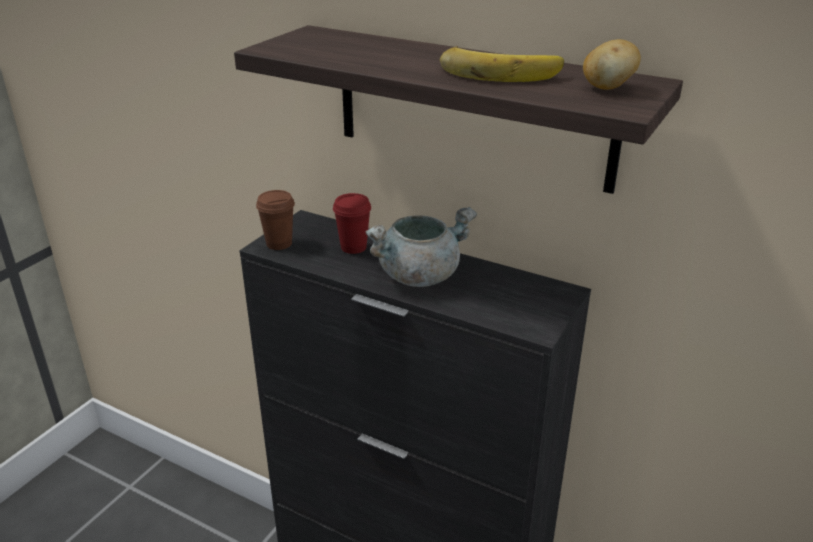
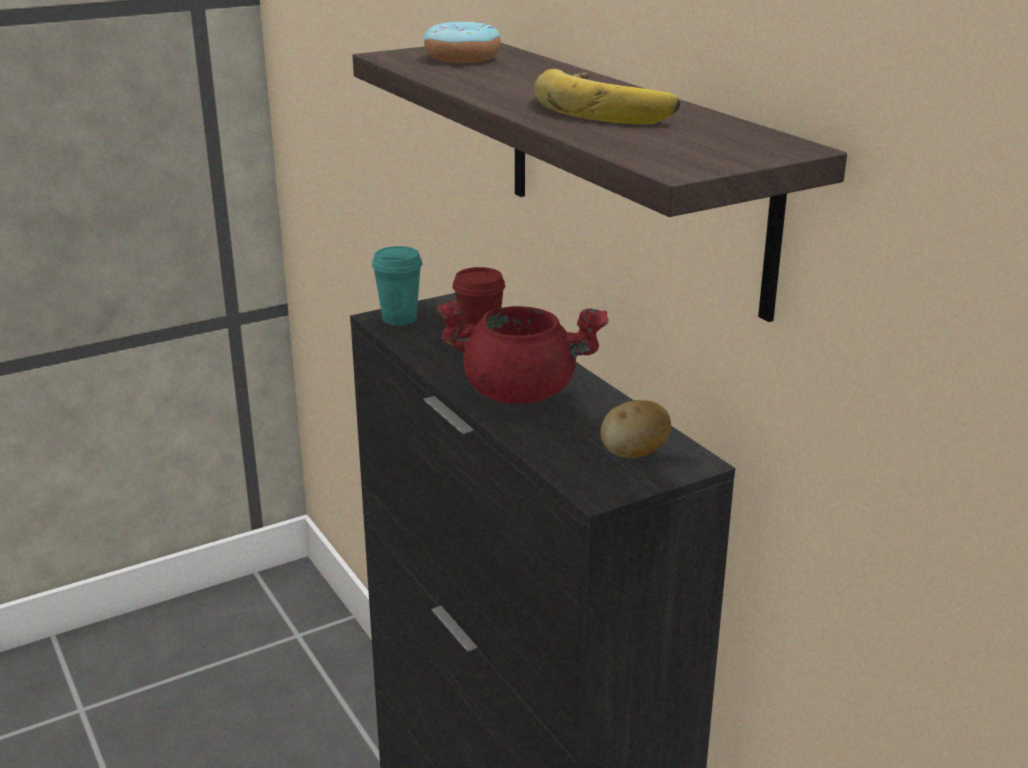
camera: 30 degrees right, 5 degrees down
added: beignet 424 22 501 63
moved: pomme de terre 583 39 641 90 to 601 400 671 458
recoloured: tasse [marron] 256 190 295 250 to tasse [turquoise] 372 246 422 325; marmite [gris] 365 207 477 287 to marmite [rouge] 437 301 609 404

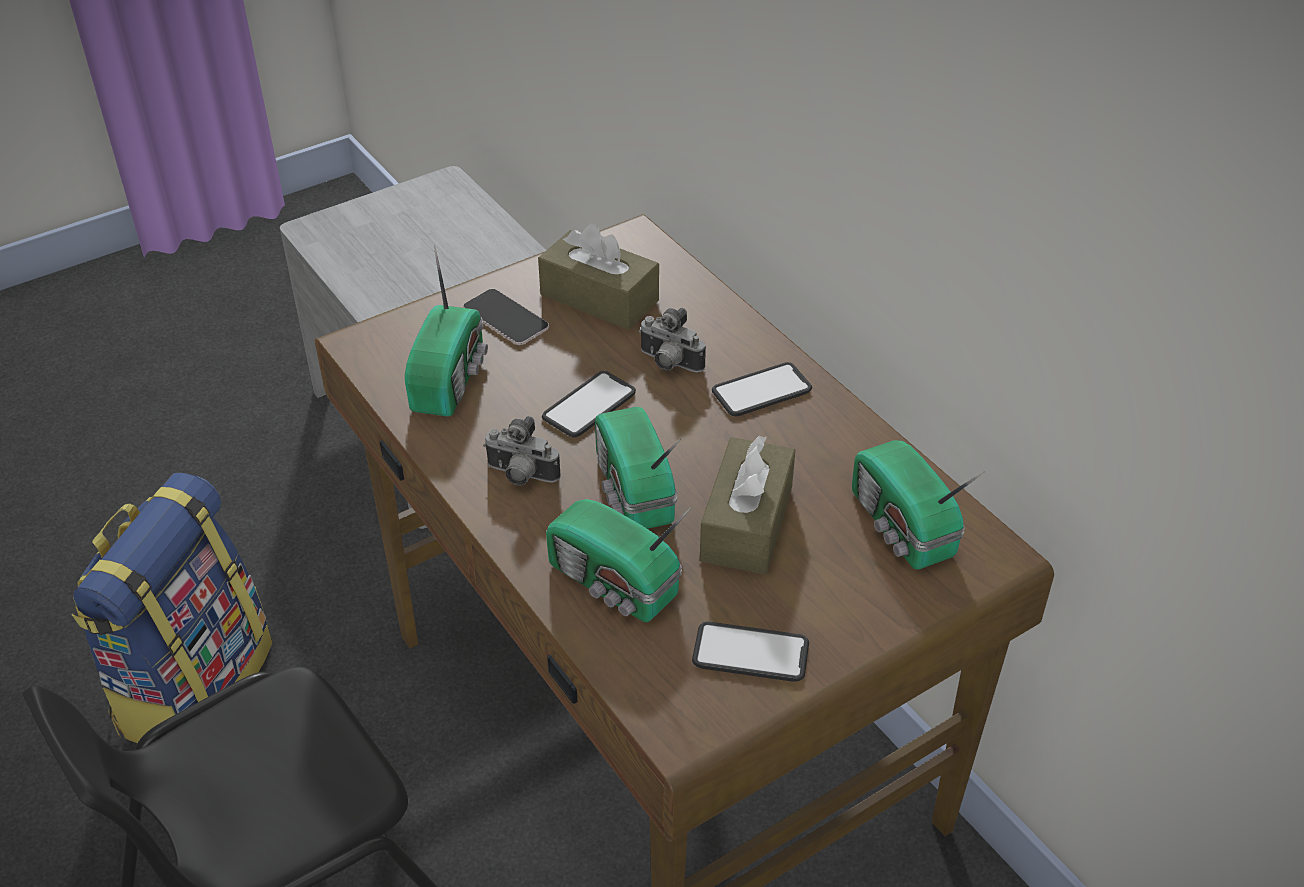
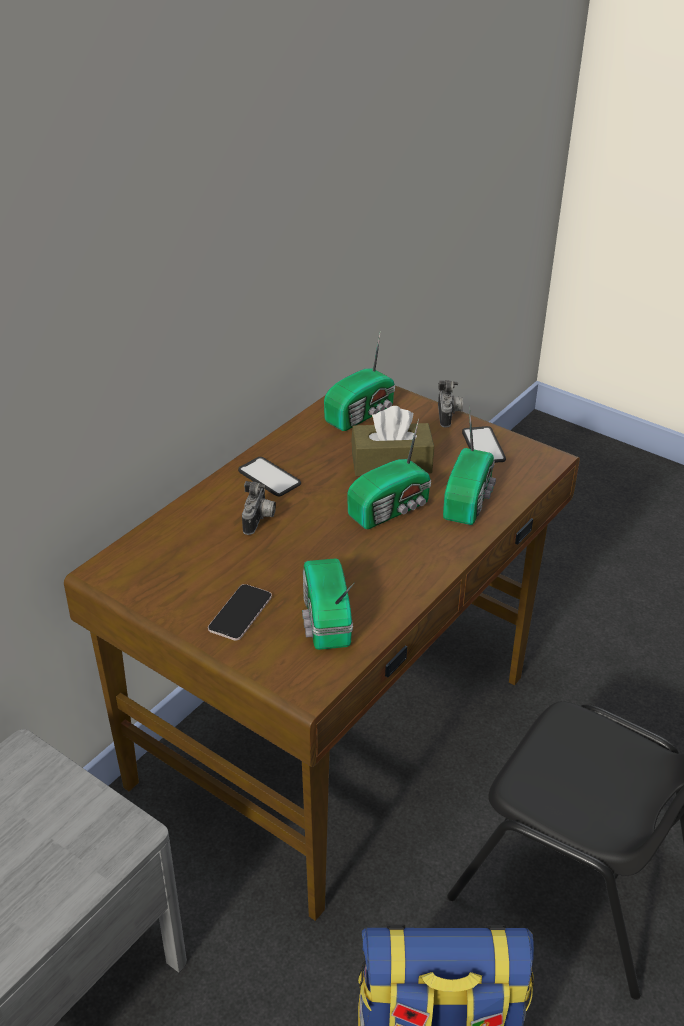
camera: 110 degrees left, 5 degrees down
removed: boîte à mouchoirs [marron] 538 224 659 330; téléphone 542 371 636 437
moved: appareil photo 483 416 561 485 to 438 380 463 428
turned: radio 405 245 488 417 = 302 559 354 650 90 degrees counterclockwise

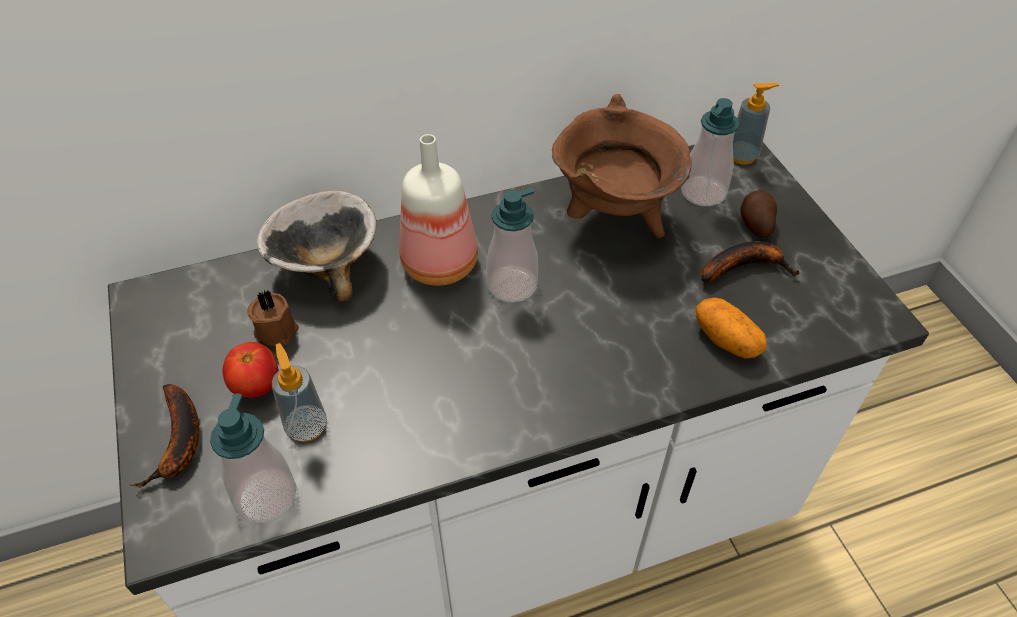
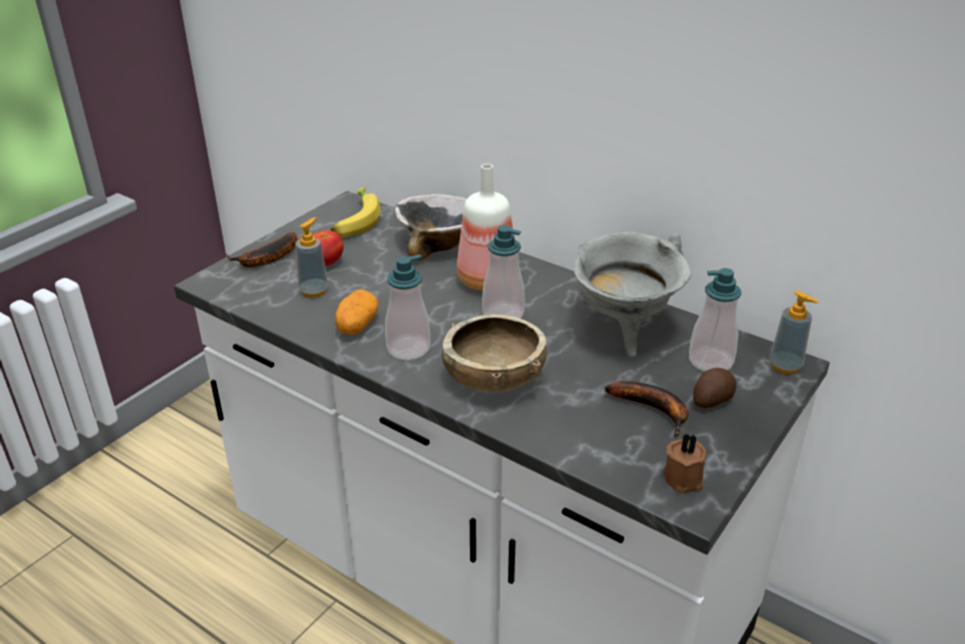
camera: 55 degrees right, 15 degrees down
added: banane 330 187 381 238; bol [marron] 442 313 547 392
moved: distributeur de savon 210 393 296 524 to 385 254 431 360; bougie [marron] 247 290 299 346 to 663 434 706 493; pomme de terre 696 298 767 359 to 335 289 379 335
recoloured: marmite [marron] 552 94 692 238 to marmite [gris] 574 232 691 358

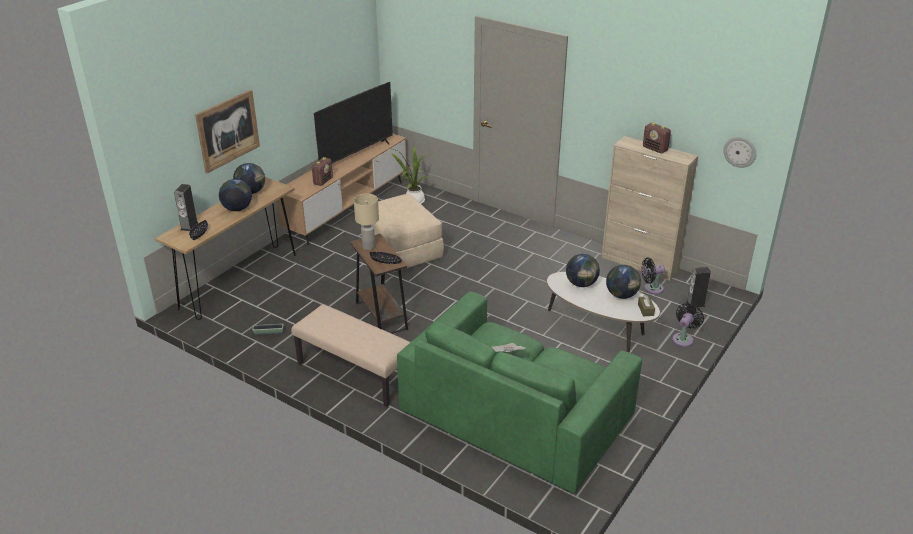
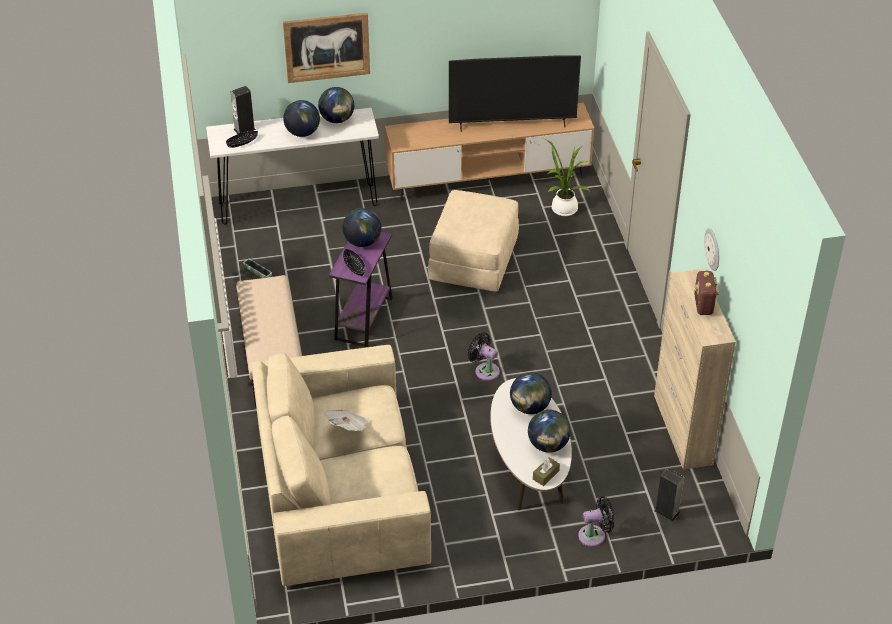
camera: 45 degrees right, 10 degrees up
removed: radio 312 157 333 186
moved: ventilateur [noir] 642 258 665 294 to 468 332 500 381; horloge murale 723 137 756 168 to 704 228 719 271
replaced: lampe de table [beige] 354 193 379 250 to globe 342 208 381 247
recoloured: table console [marron] 155 177 296 320 to table console [blanc] 206 108 379 225; table d'appoint [marron] 350 234 408 334 to table d'appoint [violet] 329 232 392 347; canapé [vert] 397 292 642 493 to canapé [beige] 251 345 431 586

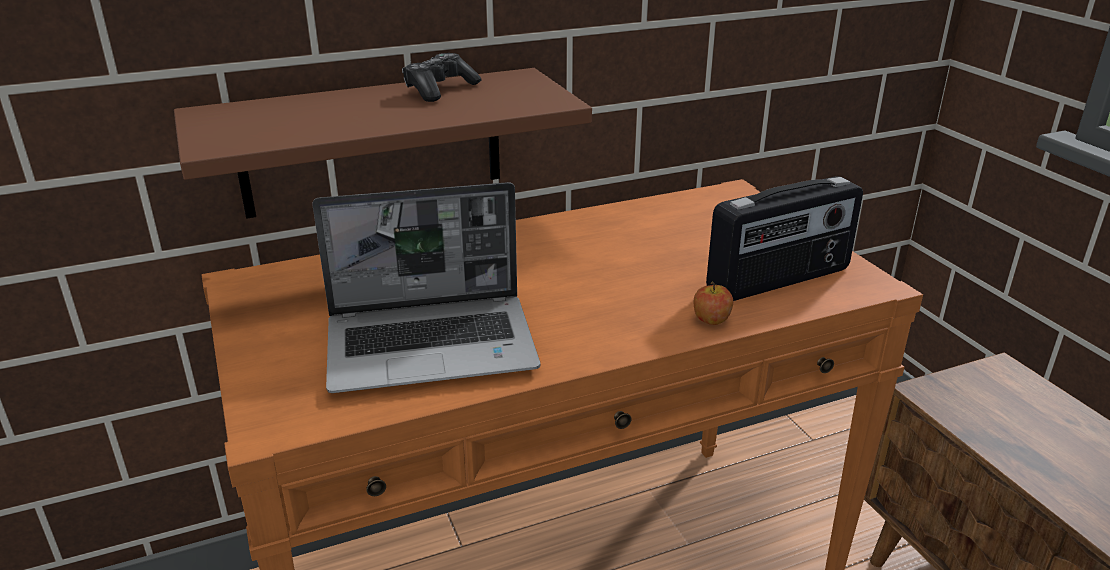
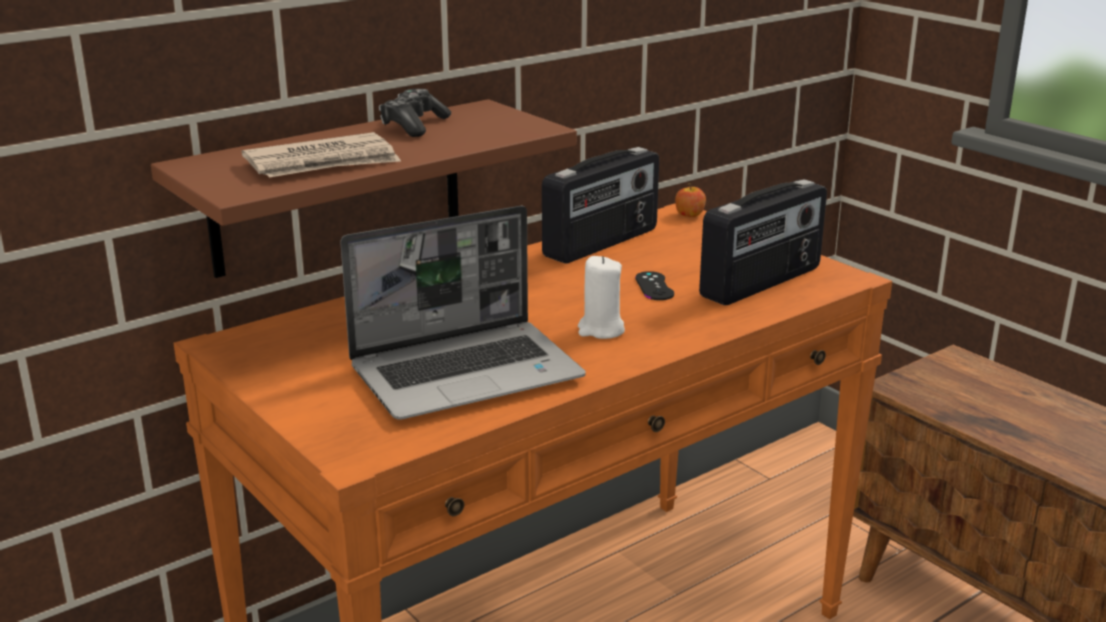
camera: 15 degrees left, 5 degrees down
added: journal 241 132 401 178; radio 542 147 659 263; bougie [blanc] 578 256 625 339; manette [noir] 635 271 674 300
moved: pomme 694 282 733 325 to 675 183 706 217

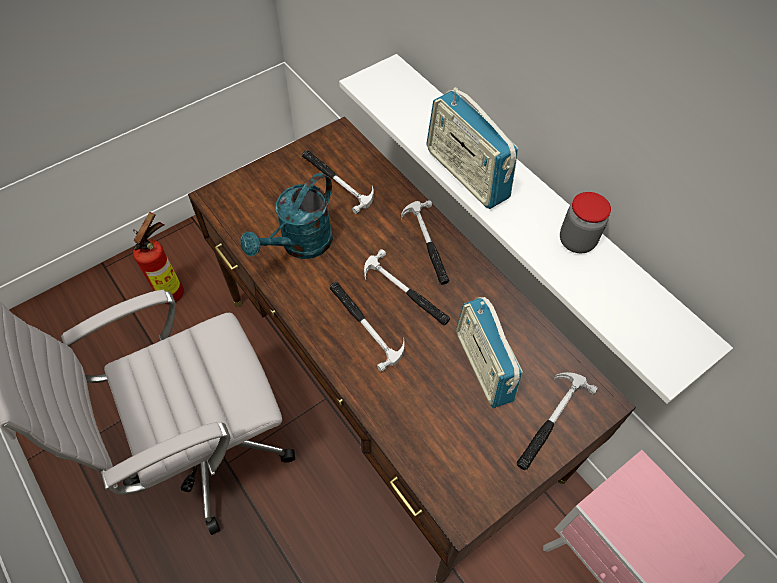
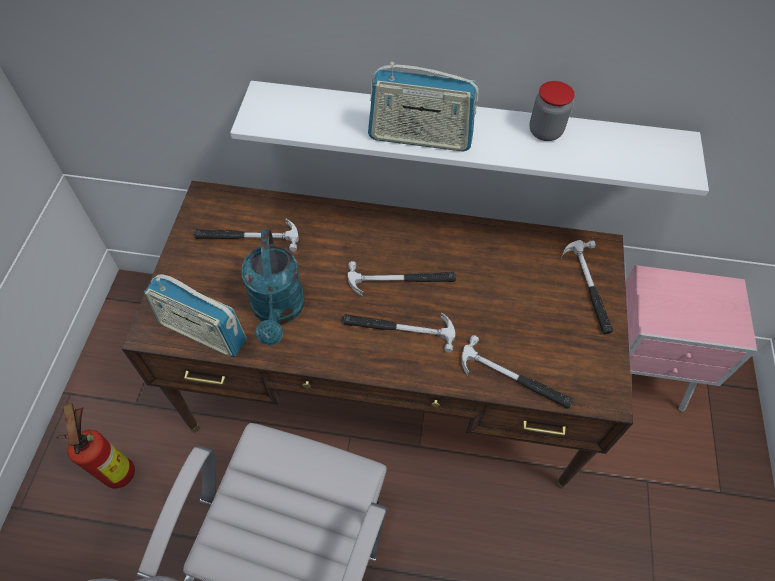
camera: 45 degrees left, 0 degrees up
moved: marteau 401 200 449 285 to 461 335 573 409; radio 456 297 523 408 to 144 274 247 357

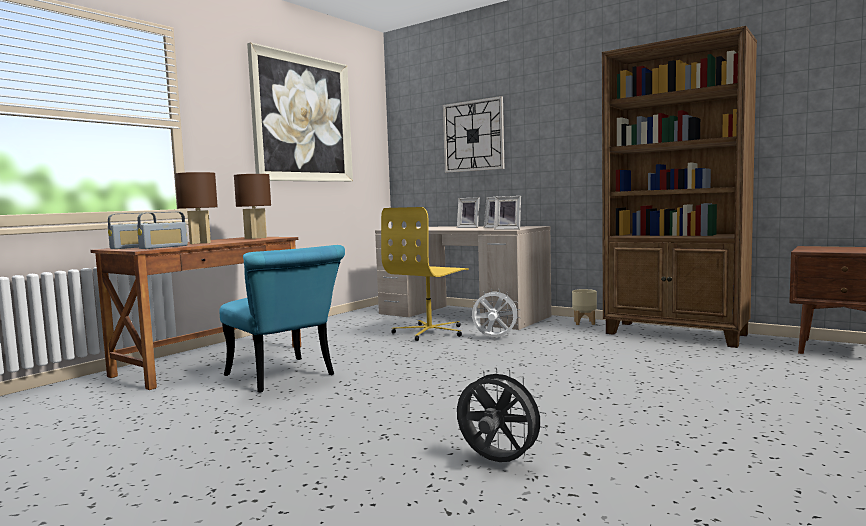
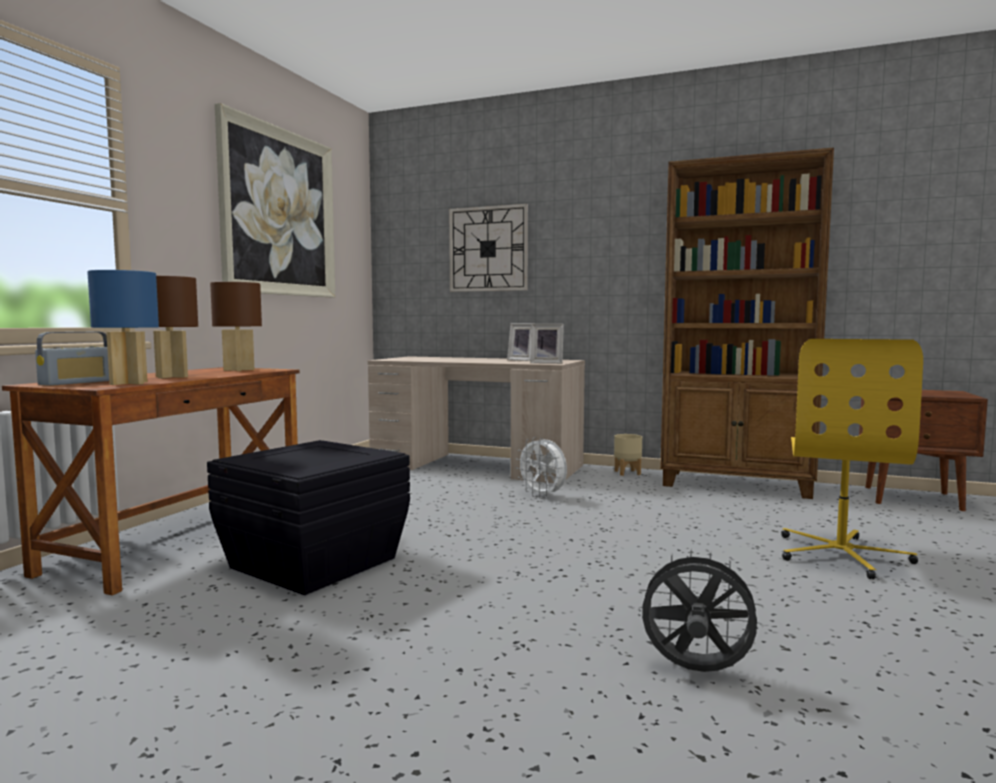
camera: 15 degrees left, 0 degrees up
removed: cadre photo 457 197 480 228
moved: chaise de bureau [jaune] 381 207 469 341 to 781 339 923 579
replaced: radio 137 212 188 249 to lampe de table [bleu] 87 270 159 385; chaise [turquoise] 219 245 345 393 to boîte de rangement [noir] 207 440 410 595
turned: ventilateur [blanc] 471 289 521 338 = 516 437 567 499 135 degrees counterclockwise

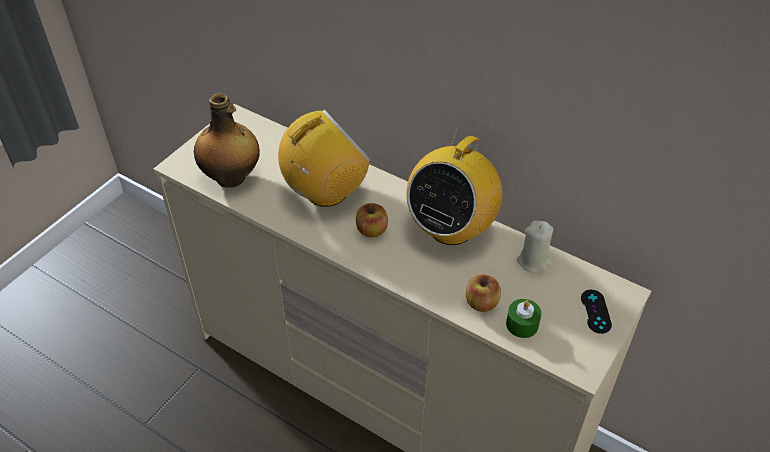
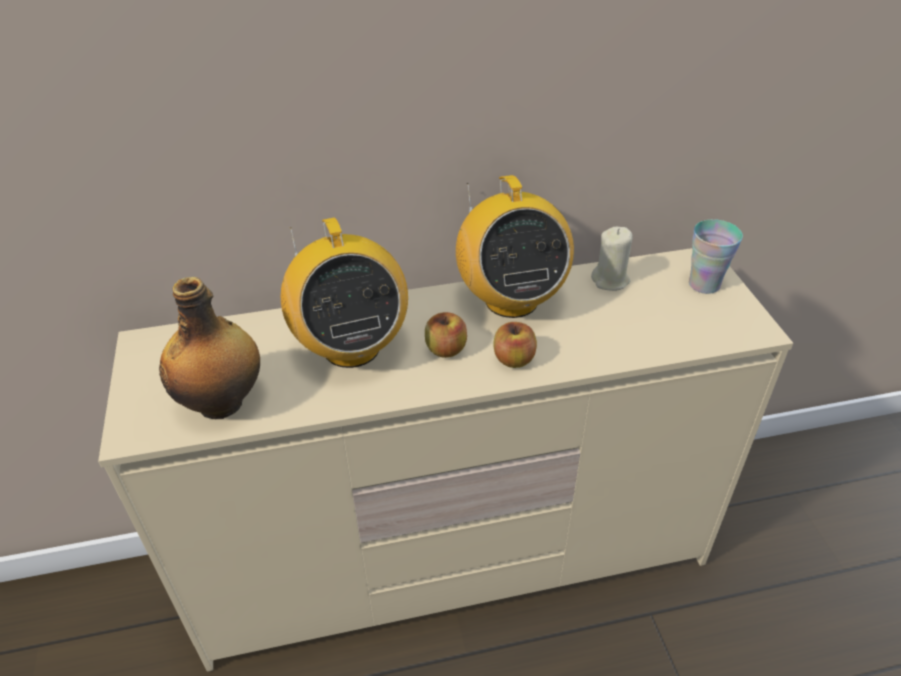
camera: 45 degrees left, 5 degrees down
removed: bougie [vert] 506 299 542 338
moved: pomme 466 274 501 312 to 493 322 537 368
replaced: manette [noir] 581 290 612 334 to tasse 689 219 743 294
turned: radio 278 110 370 207 = 281 218 408 368 150 degrees clockwise

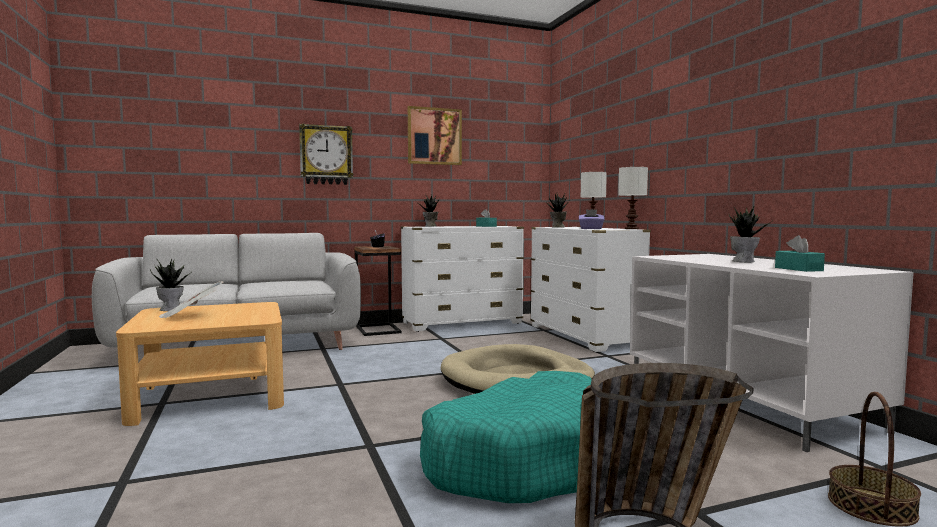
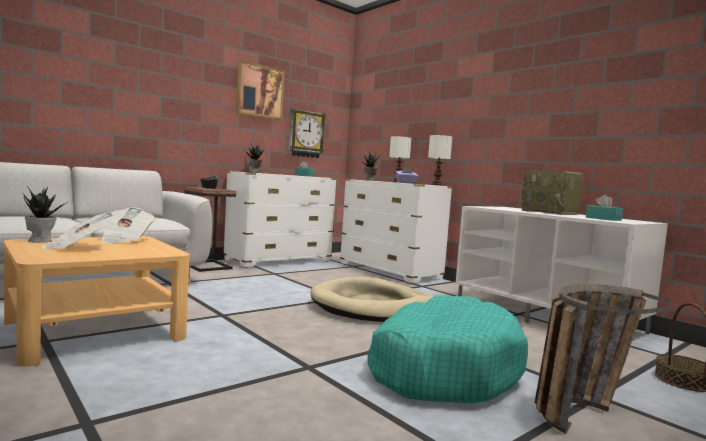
camera: 20 degrees left, 0 degrees up
added: journal 98 207 155 244
moved: horloge murale 299 124 353 185 to 289 108 326 158
replaced: plante en pot 729 206 771 262 to radio 521 170 583 215

